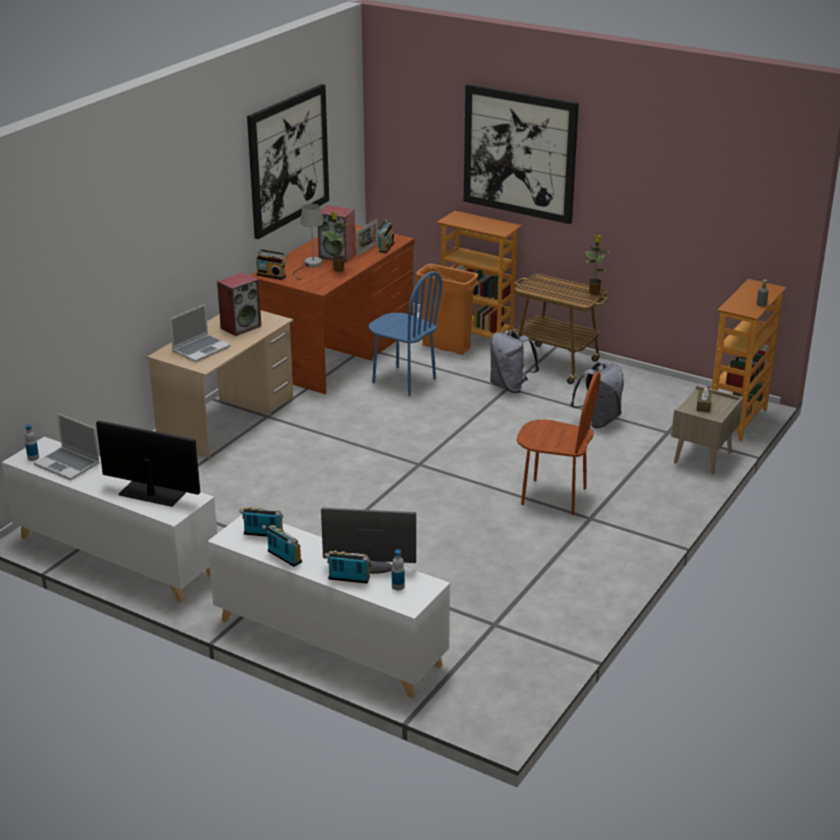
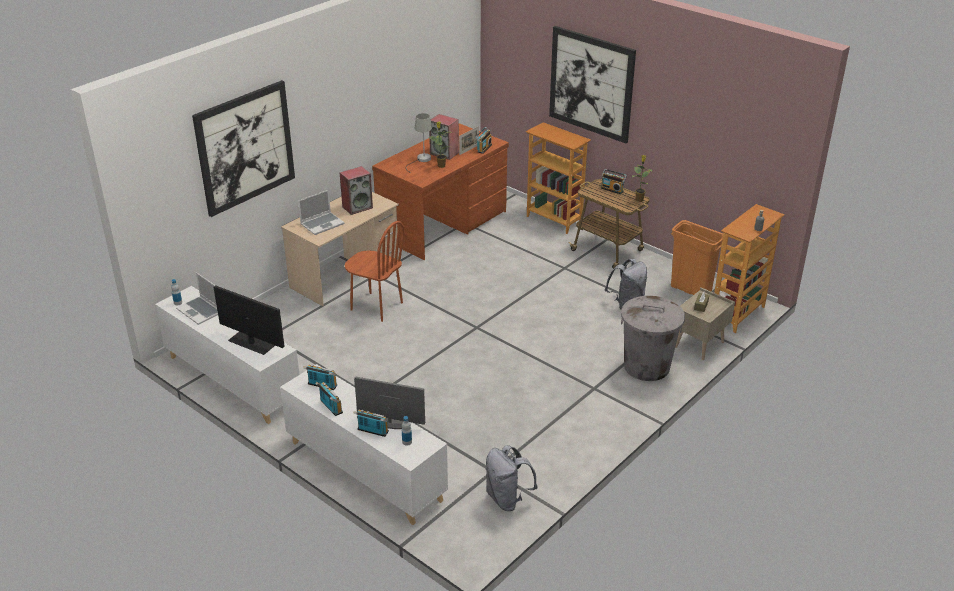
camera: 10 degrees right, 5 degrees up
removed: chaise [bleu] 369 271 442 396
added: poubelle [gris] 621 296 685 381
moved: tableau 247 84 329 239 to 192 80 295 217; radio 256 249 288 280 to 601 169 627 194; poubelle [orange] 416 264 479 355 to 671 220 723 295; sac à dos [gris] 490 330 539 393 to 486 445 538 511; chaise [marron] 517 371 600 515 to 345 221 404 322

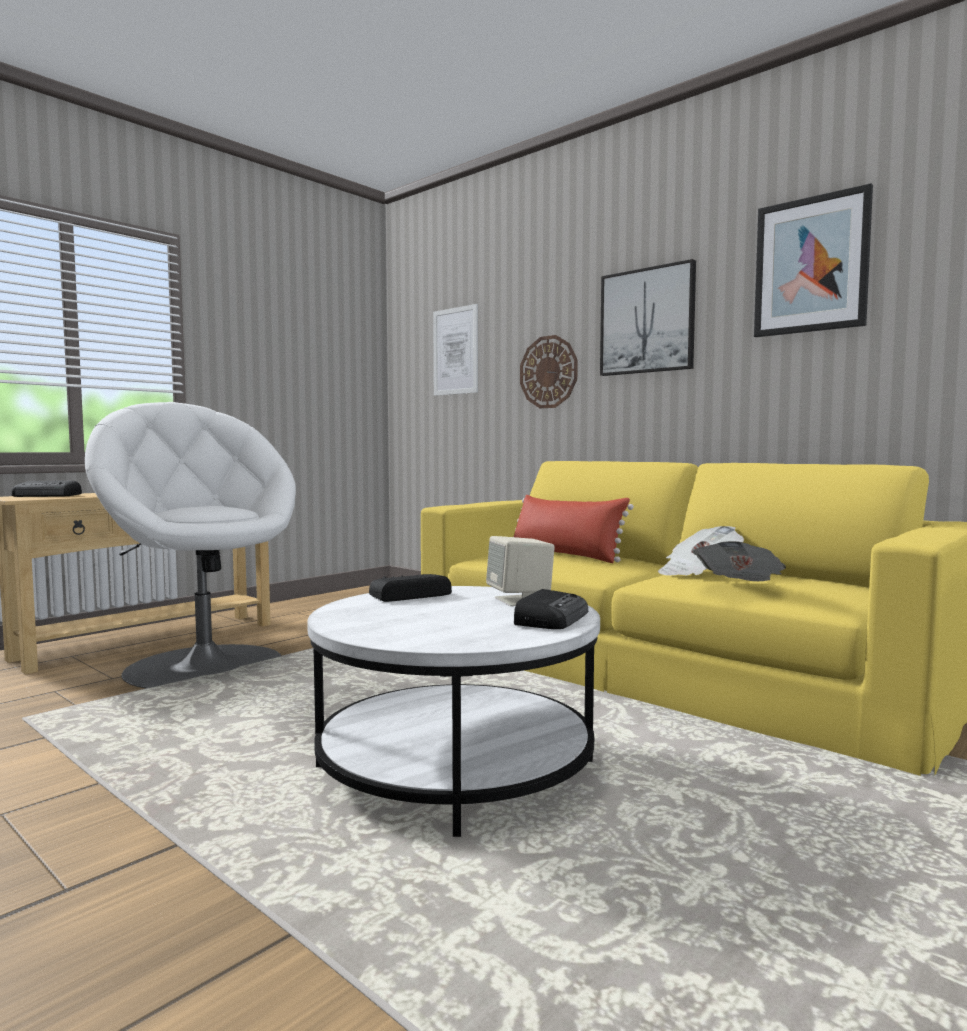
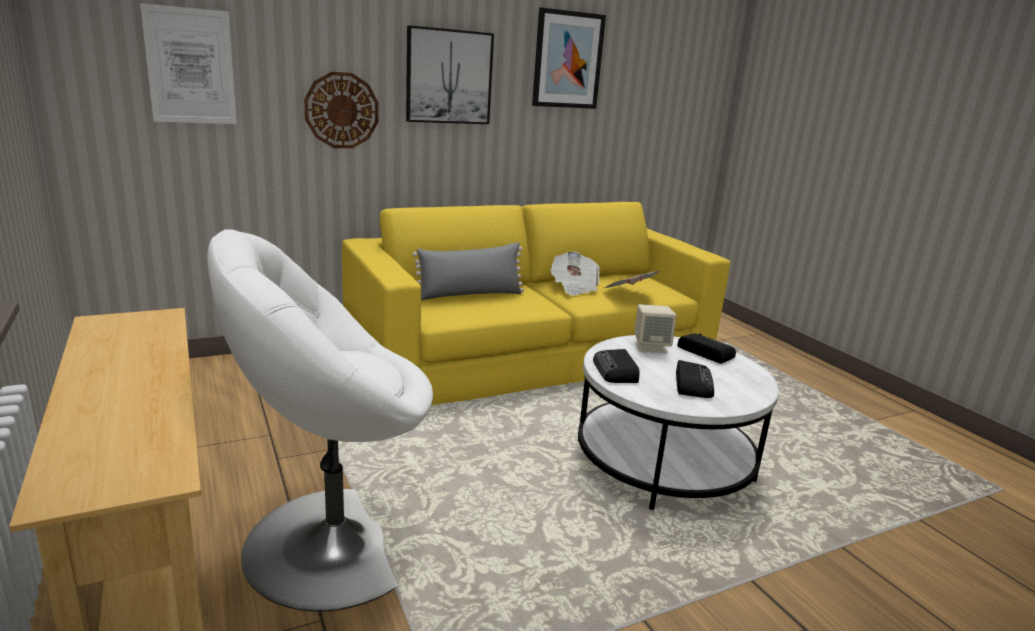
camera: 70 degrees left, 15 degrees up
moved: radio 11 481 82 497 to 676 360 714 398
recoloured: coussin [rouge] 513 495 634 563 to coussin [gris] 412 242 524 300

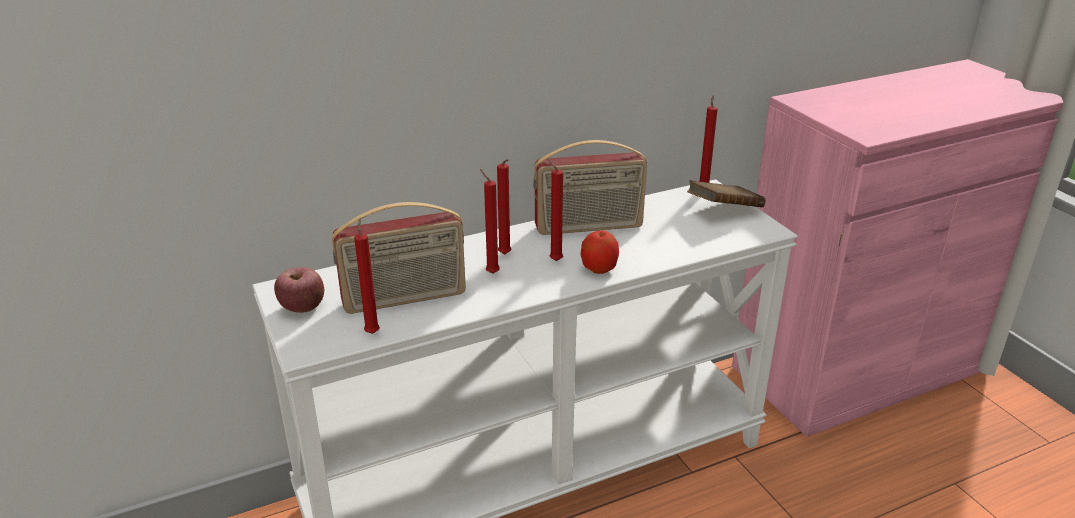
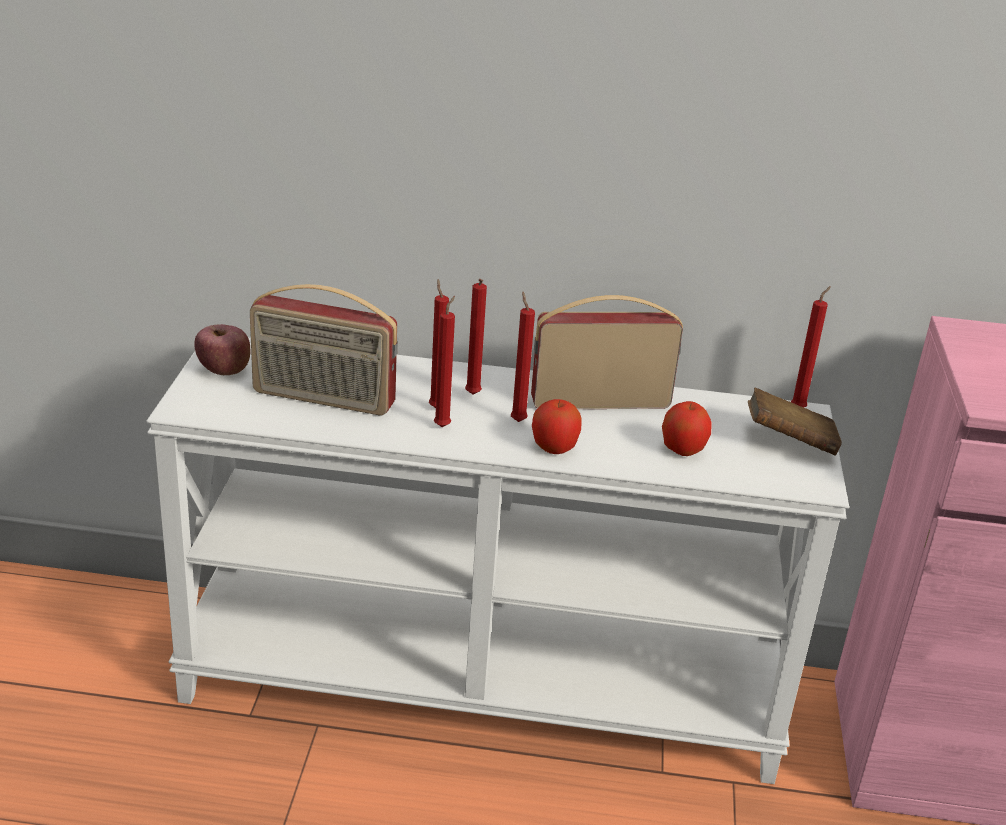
camera: 30 degrees right, 0 degrees up
added: pomme 662 401 712 456
moved: bougie [rouge] 354 219 380 334 to 434 296 455 427
turned: radio 533 140 647 235 = 531 295 683 409 150 degrees clockwise

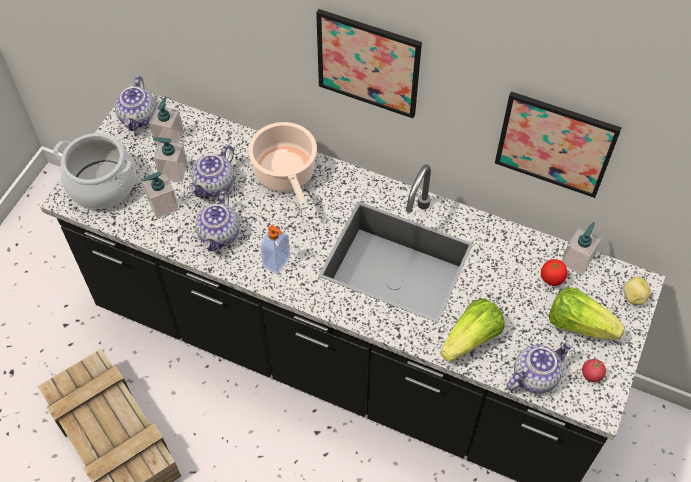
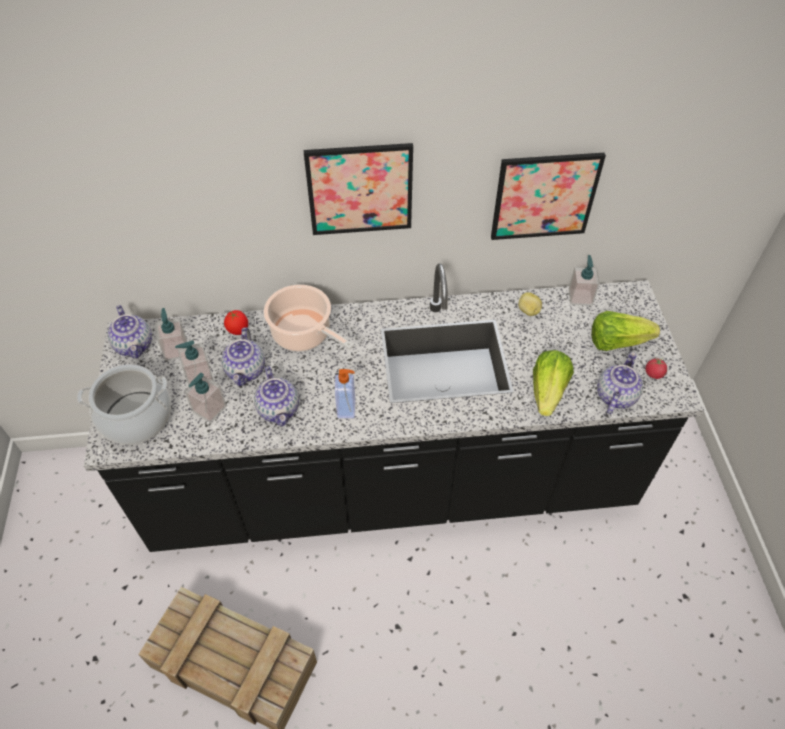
camera: 30 degrees left, 5 degrees down
moved: tomate 541 259 567 286 to 224 310 248 335; pomme de terre 623 277 651 305 to 518 292 542 316

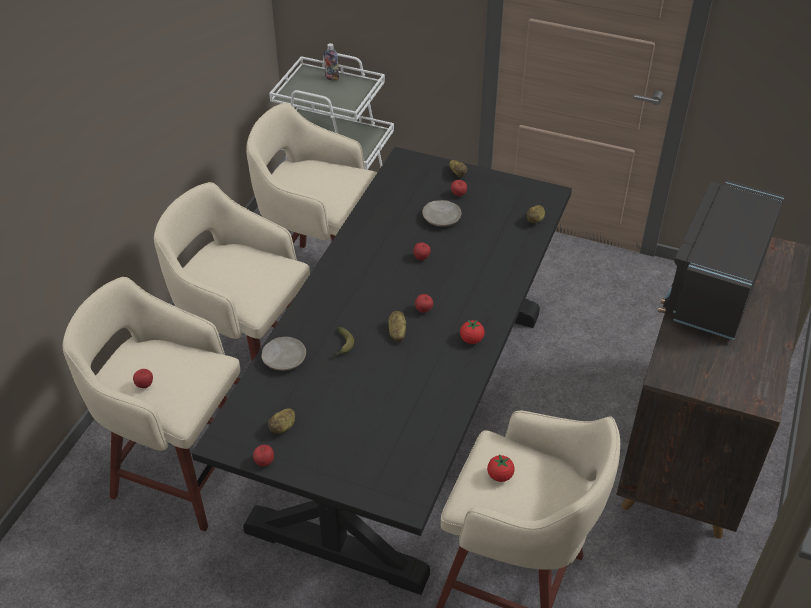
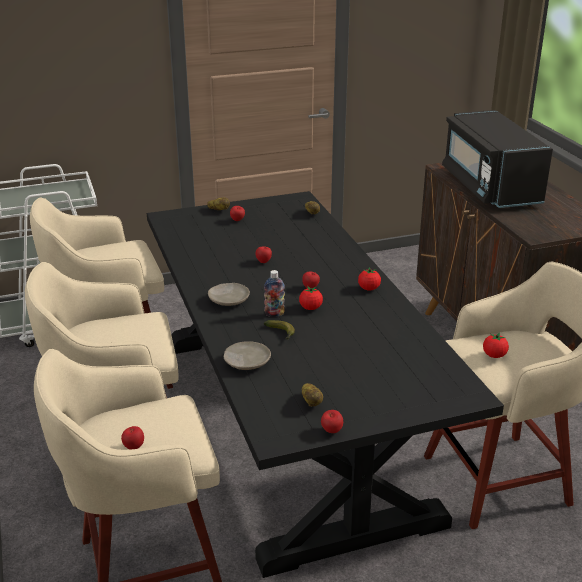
camera: 40 degrees left, 15 degrees down
moved: bouteille 324 43 339 81 to 264 270 285 317; assiette [beige] 422 200 461 227 to 208 283 250 306
replaced: pomme de terre 388 311 406 342 to tomate 299 286 323 310

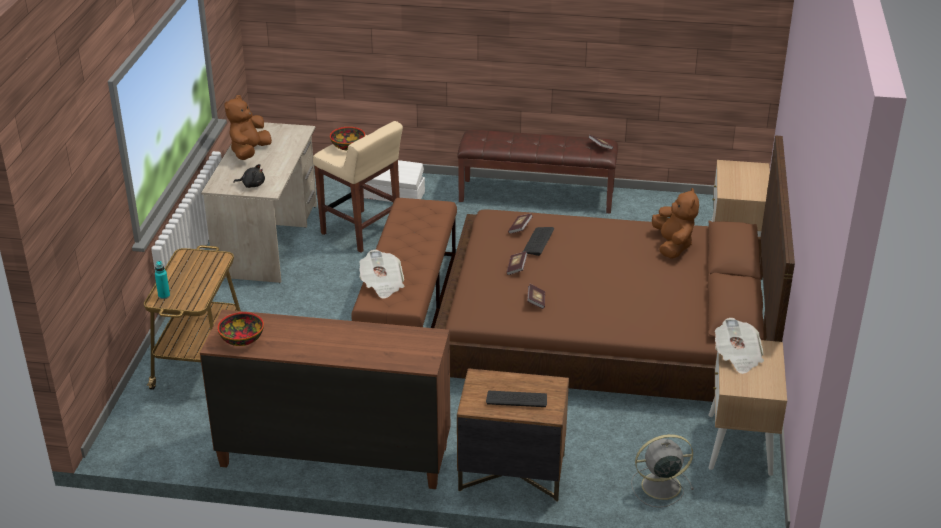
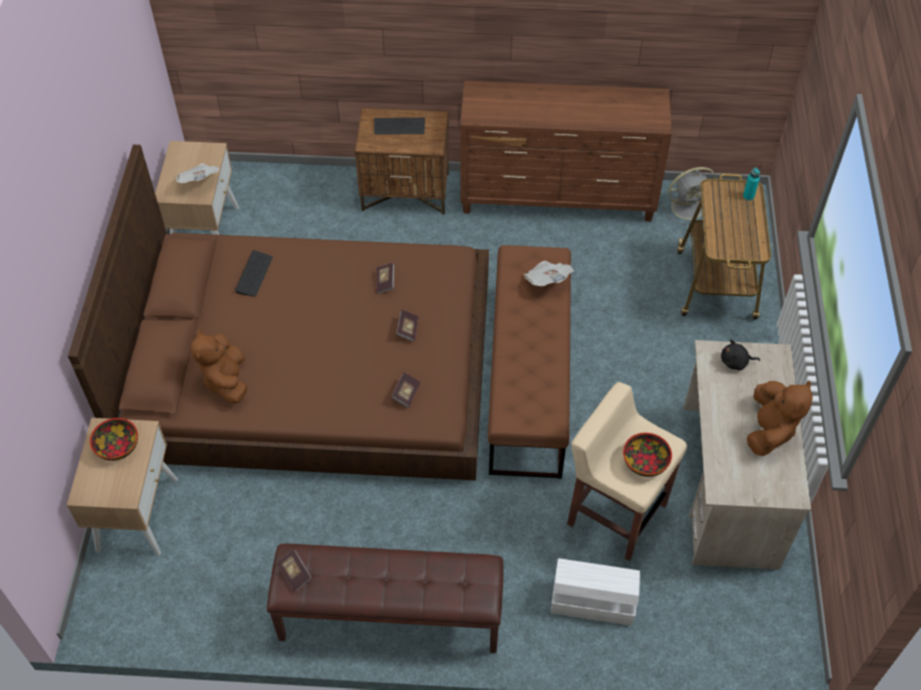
camera: 175 degrees right, 20 degrees up
moved: bol 217 312 264 346 to 90 418 138 461; clavier 523 227 554 256 to 235 250 273 297; ventilateur [gris] 631 434 694 508 to 661 167 717 225

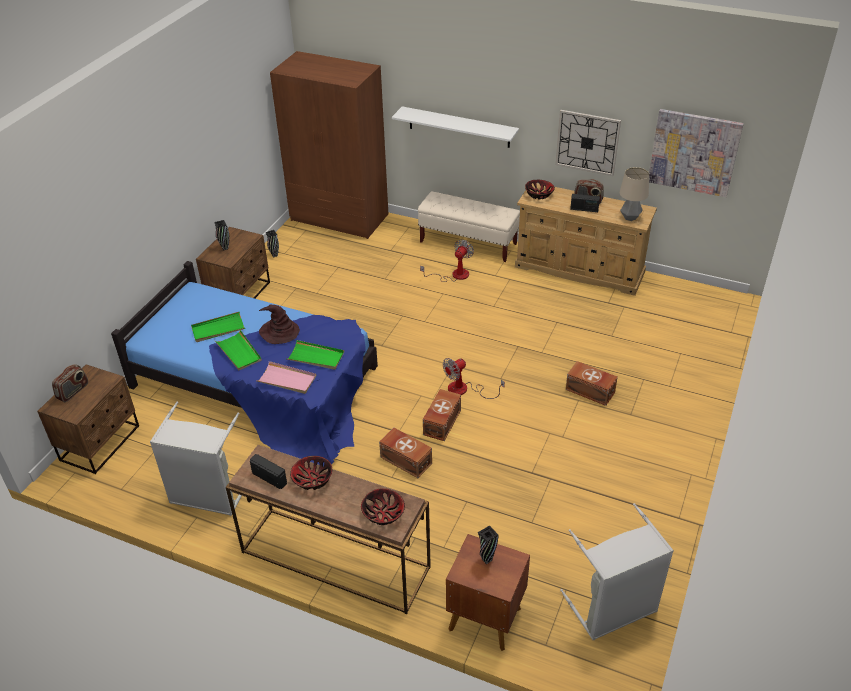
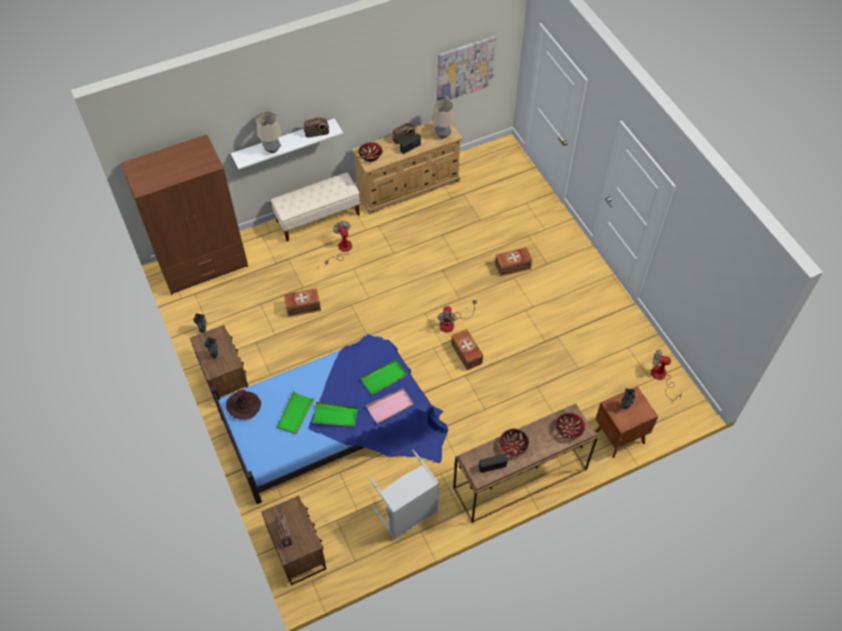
camera: 50 degrees left, 15 degrees up
removed: horloge murale 555 110 621 176
added: lampe de table 257 111 282 154; radio 304 117 329 138
moved: chapeau [marron] 259 304 300 344 to 226 390 261 420; boîte de rangement [marron] 379 428 432 478 to 284 288 321 317
replaced: panier à linge [gris] 560 503 674 641 to ventilateur 651 349 682 400

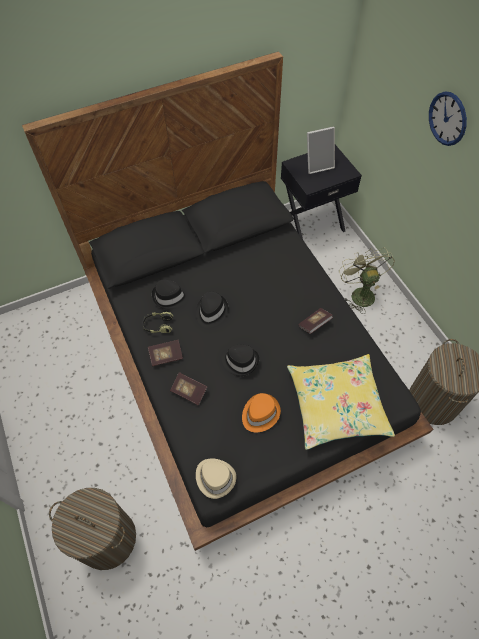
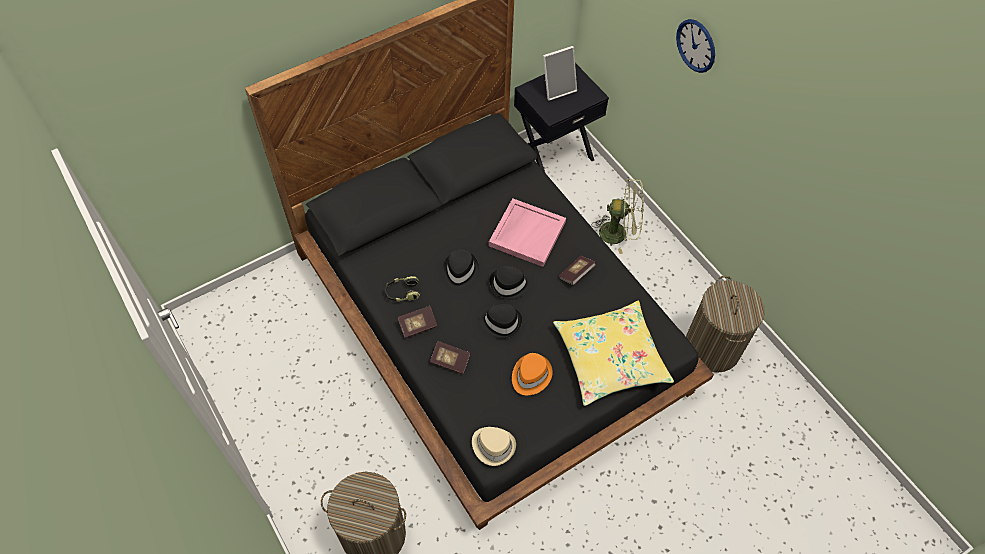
camera: 10 degrees left, 0 degrees up
added: plateau [rose] 489 198 566 267
moved: chapeau [noir] 152 280 188 309 to 490 266 531 300
turned: ventilateur [vert] 339 247 395 314 = 592 177 644 254 120 degrees clockwise

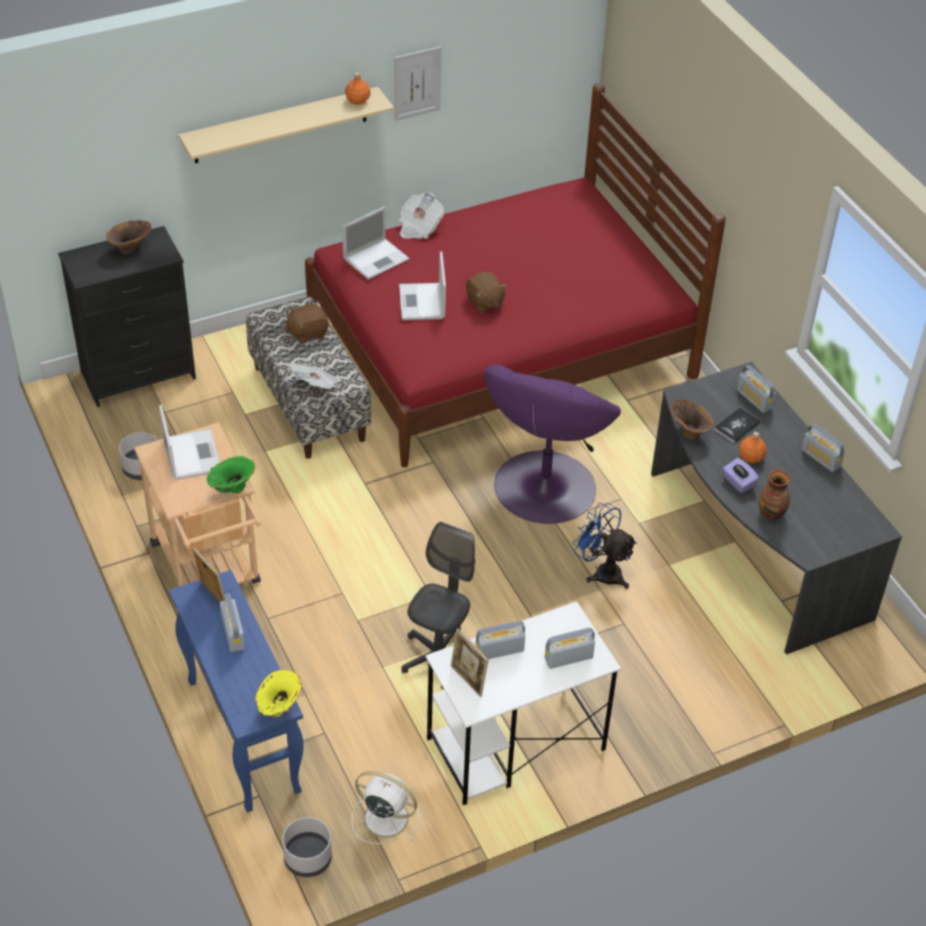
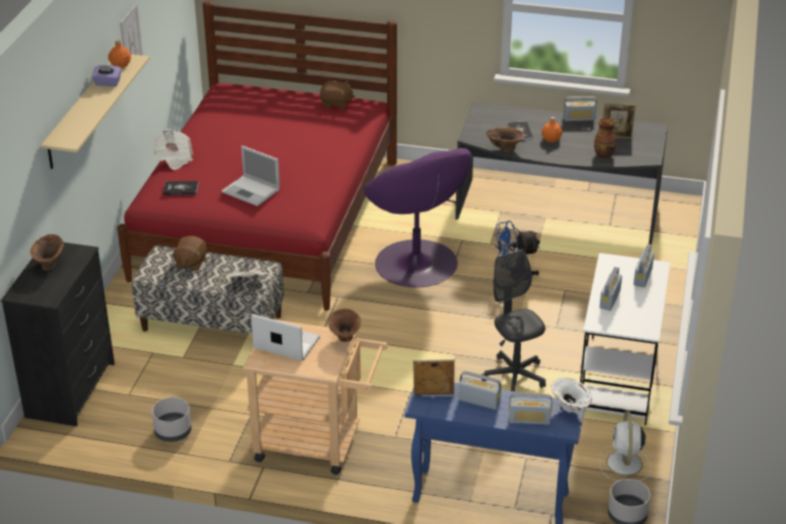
camera: 50 degrees left, 10 degrees down
moved: cadre photo 451 628 488 697 to 603 103 636 138; peluche [marron] 466 272 507 313 to 320 81 355 109; boîte à mouchoirs [violet] 723 458 759 493 to 92 65 121 86; radio 737 365 776 413 to 509 393 553 425
replaced: ordinateur portable 342 207 410 280 to livre 163 181 198 195
recoloured: vase [vert] 207 456 255 494 to vase [marron] 329 309 361 342; vase [jaune] 255 670 302 718 to vase [blanc] 551 378 592 413
turned: ventilateur [blanc] 351 771 419 844 = 599 411 652 481 60 degrees counterclockwise

